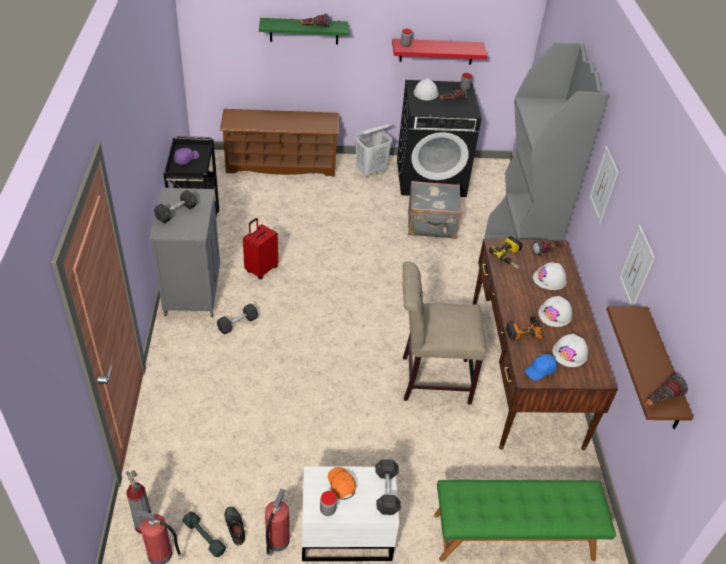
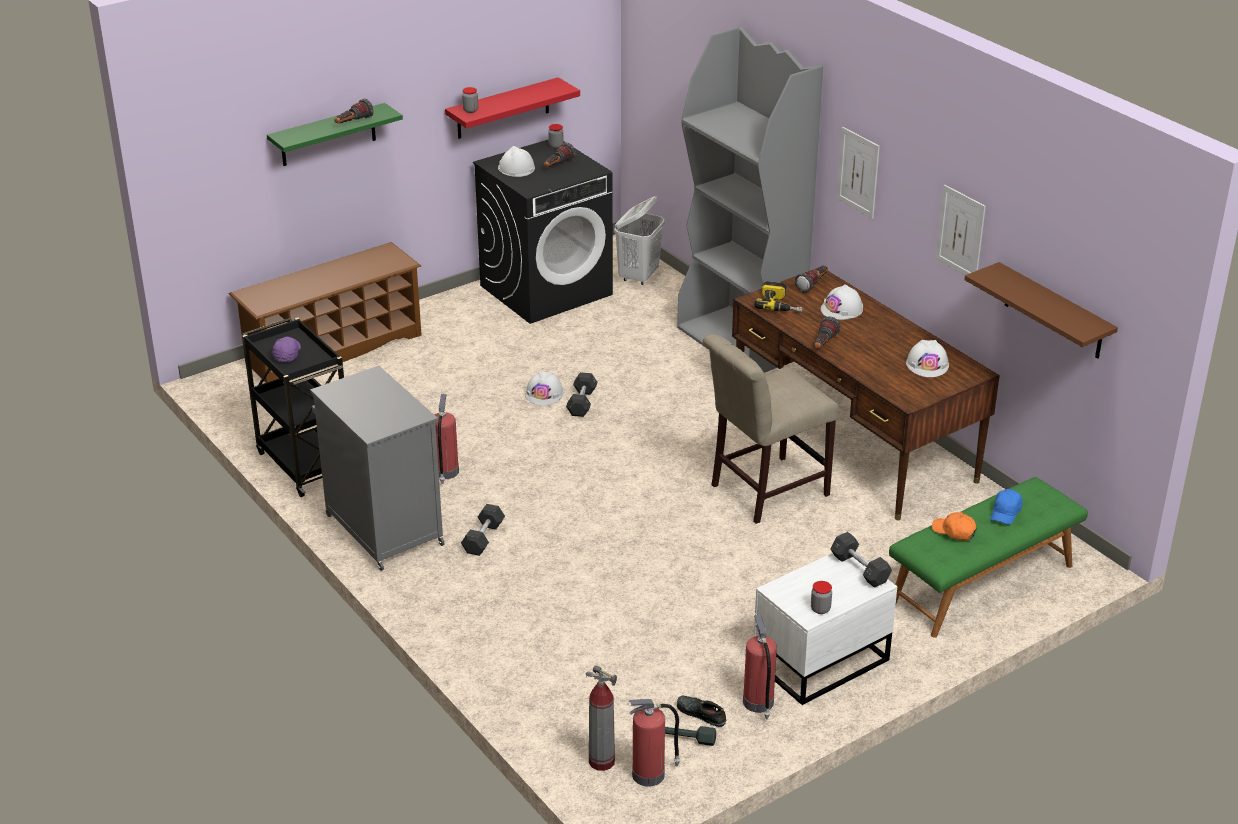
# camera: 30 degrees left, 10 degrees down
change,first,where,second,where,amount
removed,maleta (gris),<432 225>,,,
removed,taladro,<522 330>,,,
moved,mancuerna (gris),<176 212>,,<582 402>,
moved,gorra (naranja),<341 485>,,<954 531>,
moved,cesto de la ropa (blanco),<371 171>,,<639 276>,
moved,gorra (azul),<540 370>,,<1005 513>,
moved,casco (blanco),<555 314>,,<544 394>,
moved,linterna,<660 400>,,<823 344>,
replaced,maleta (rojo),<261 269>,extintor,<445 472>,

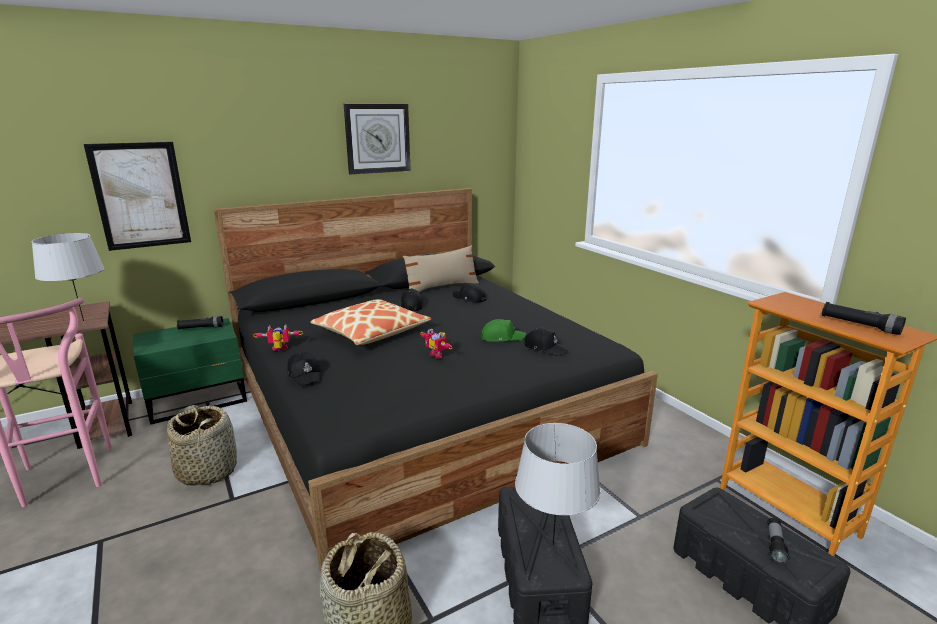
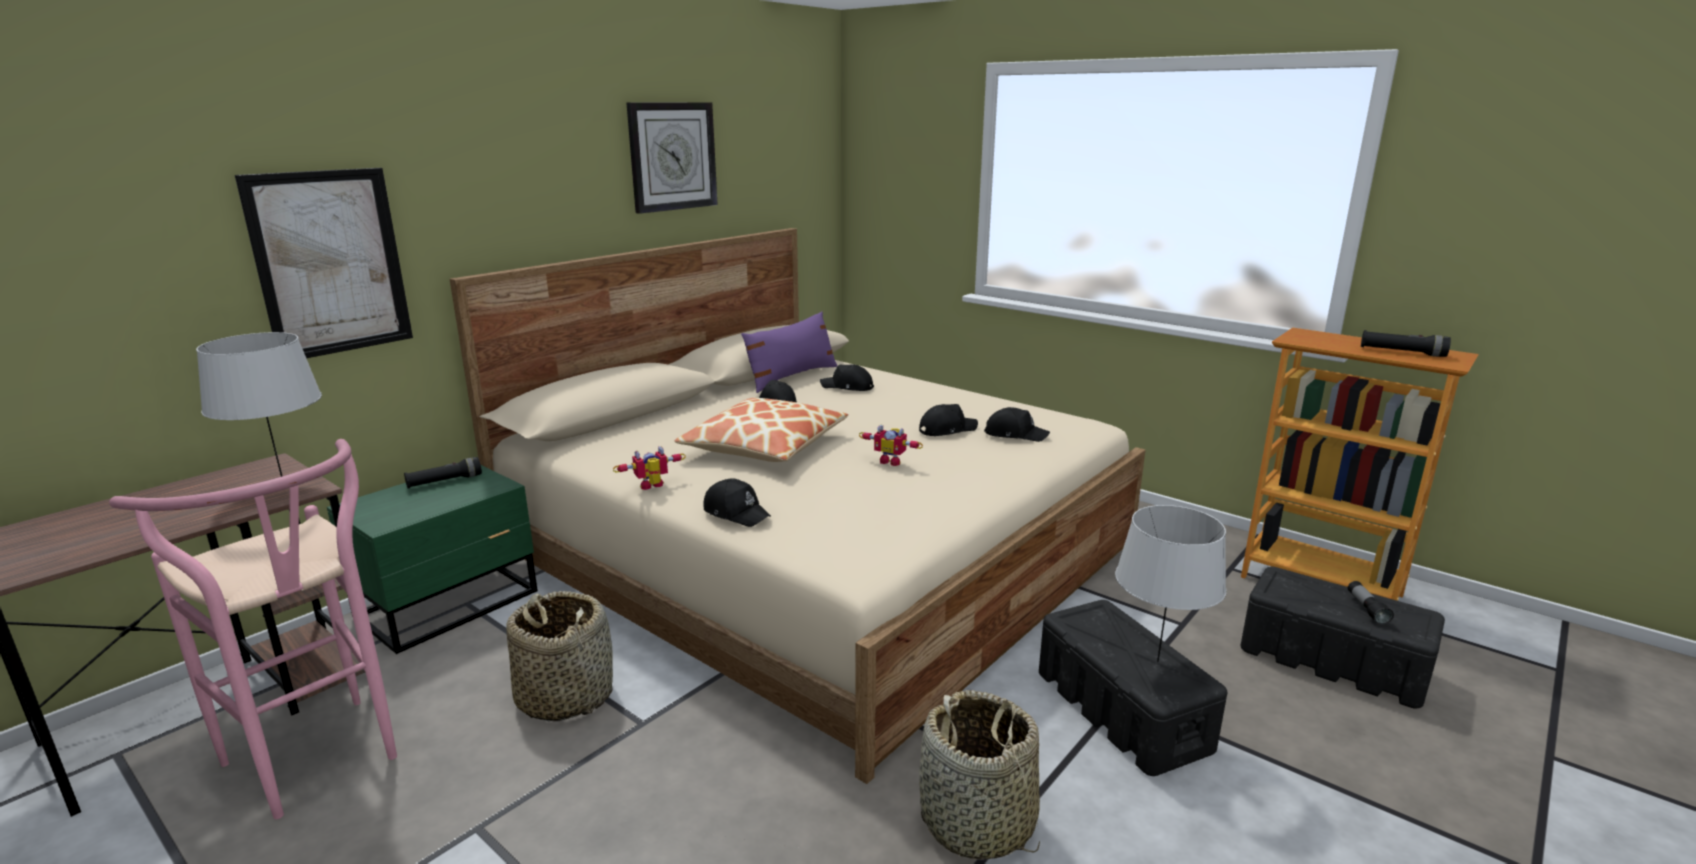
# camera: 20 degrees left, 0 degrees up
change,first,where,second,where,amount
recoloured,cama (negro),<422 407>,cama (beis),<818 552>,
recoloured,cojín (beis),<441 287>,cojín (morado),<791 377>,
recoloured,gorra (verde),<502 337>,gorra (negro),<947 429>,

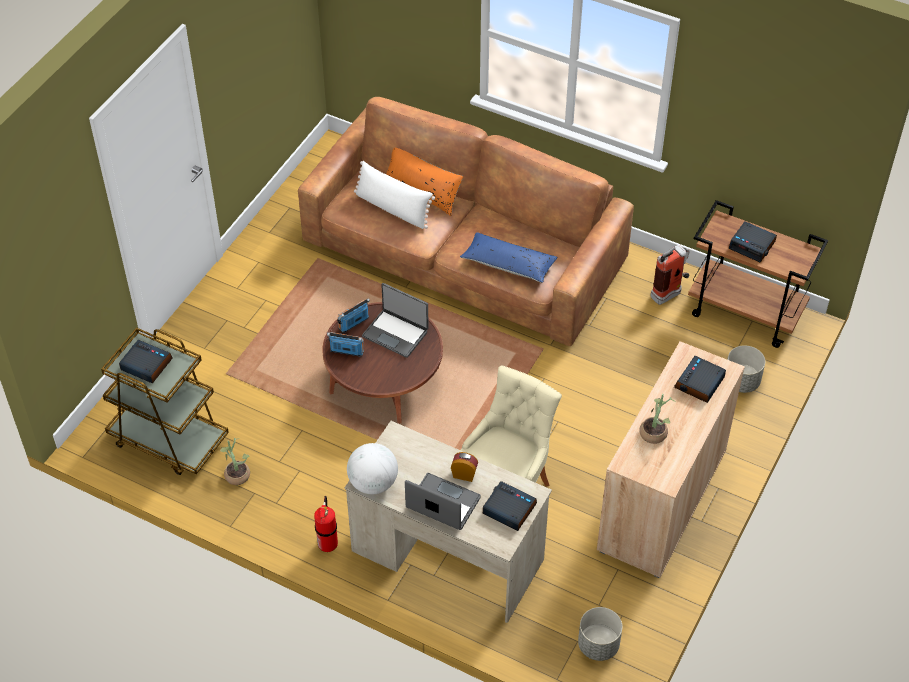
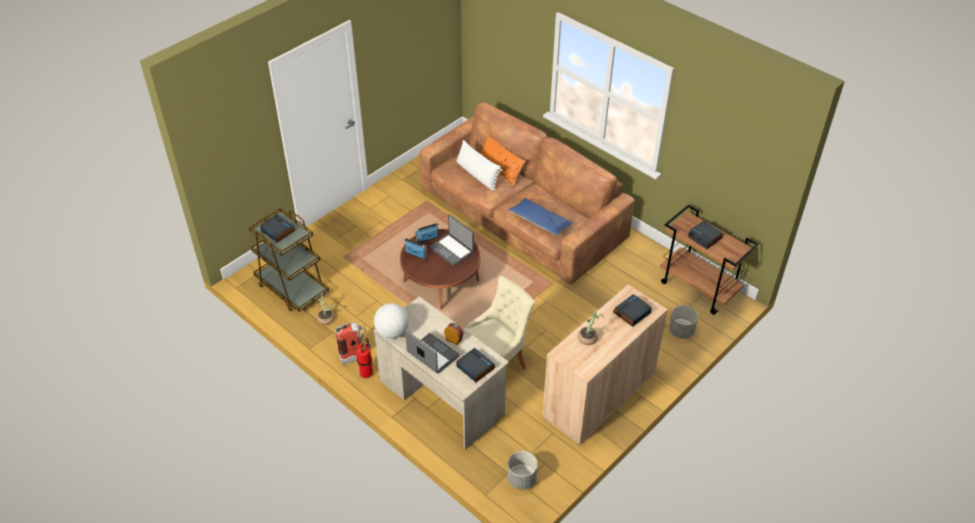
# camera: 15 degrees right, 5 degrees down
change,first,where,second,where,amount
moved,extintor,<670 293>,,<355 357>,

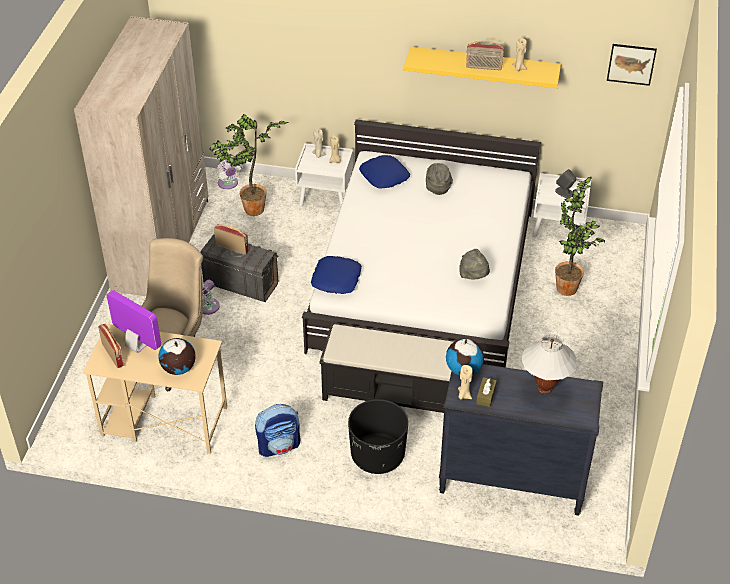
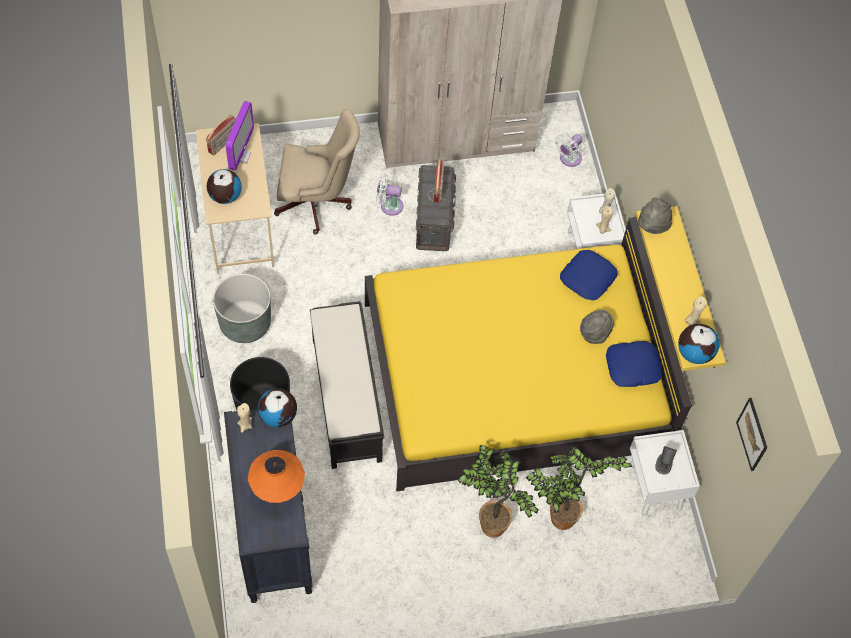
# camera: 65 degrees right, 15 degrees up
change,first,where,second,where,amount
removed,radio,<483 67>,,,
removed,caja de pañuelos (marrón),<486 395>,,,
added,,,globo terráqueo,<694 353>,
moved,planta en maceta,<251 211>,,<489 524>,
moved,cojín (azul),<337 279>,,<632 367>,
moved,sombrero (gris),<474 276>,,<652 226>,
replaced,mochila,<279 446>,maceta (gris),<245 323>,
recoloured,cama (blanco),<424 278>,cama (amarillo),<514 377>,
recoloured,lámpara de mesa (blanco),<544 389>,lámpara de mesa (naranja),<278 494>,

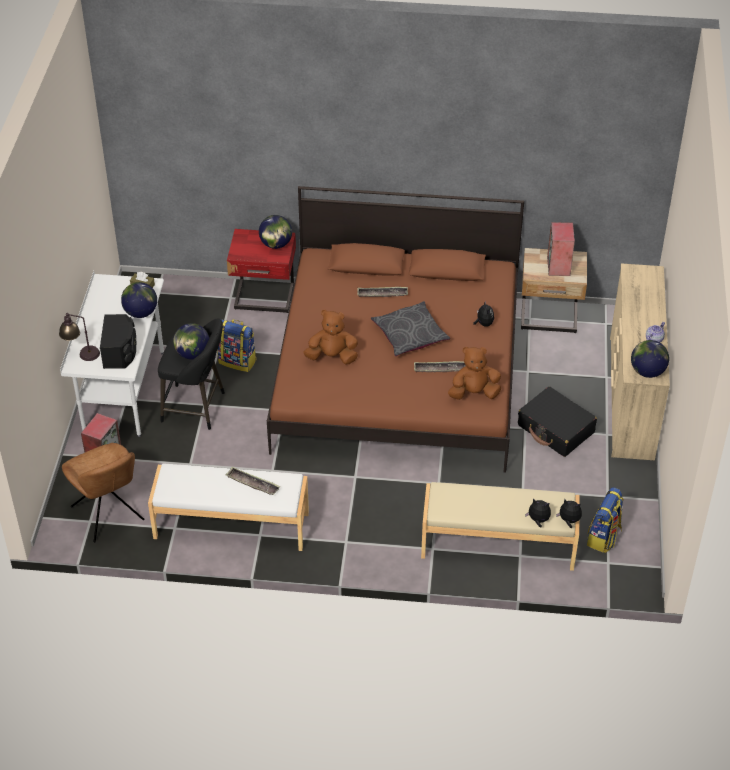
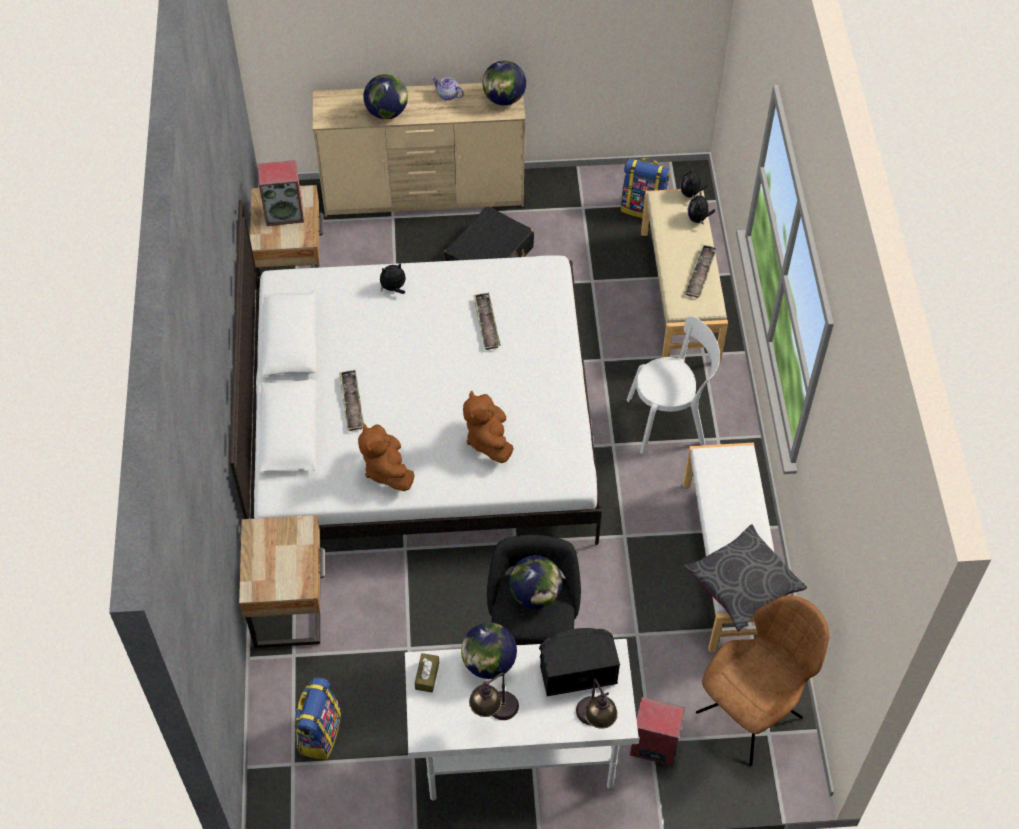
# camera: 100 degrees left, 10 degrees up
change,first,where,second,where,amount
added,,,lámpara de mesa,<494 714>,
added,,,silla (blanco),<670 420>,
moved,mochila,<238 361>,,<319 733>,
moved,bandeja,<252 483>,,<700 273>,
moved,globo terráqueo,<276 244>,,<386 112>,
moved,cojín (gris),<409 335>,,<743 583>,
moved,peluche (marrón),<474 393>,,<387 470>,
recoloured,mesita de noche (rojo),<264 298>,mesita de noche (beis),<291 608>,
recoloured,cama (marrón),<398 373>,cama (blanco),<421 423>,

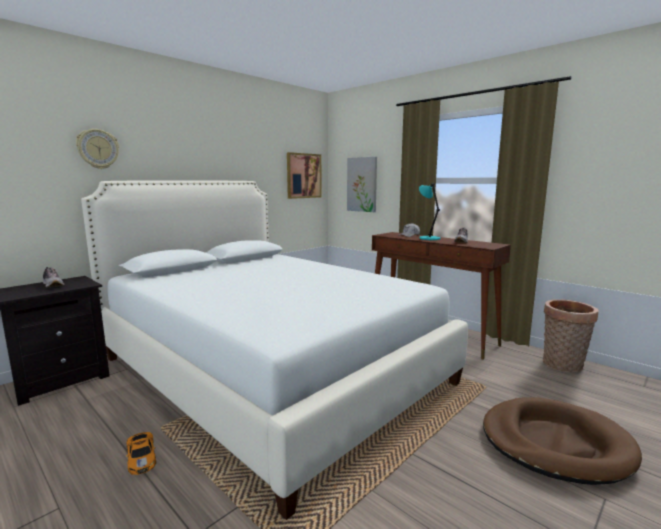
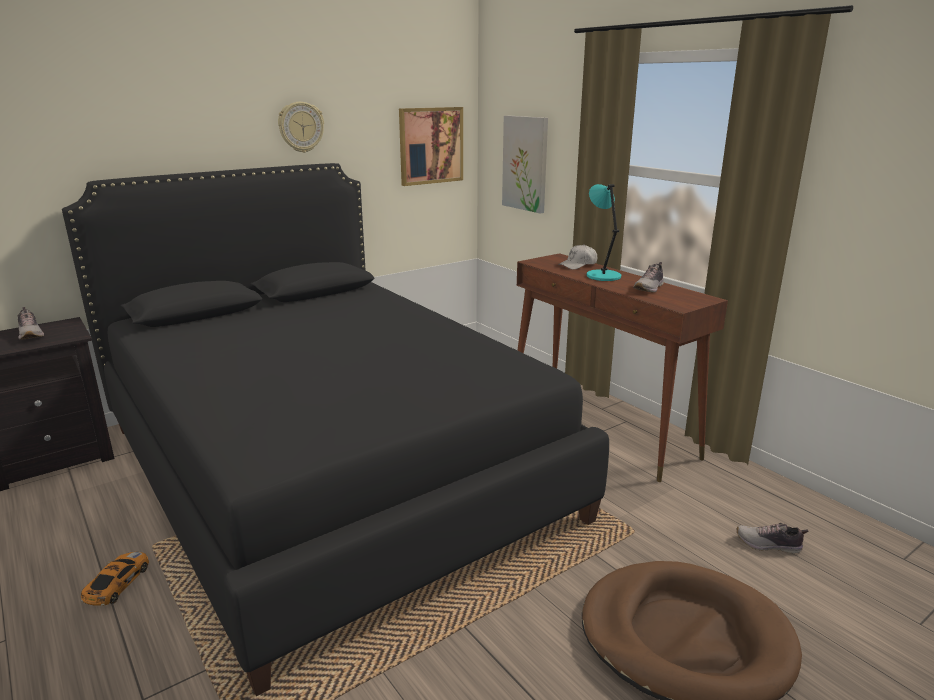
# camera: 10 degrees right, 10 degrees up
change,first,where,second,where,amount
removed,cesta,<563 366>,,,
added,,,zapato,<769 545>,
moved,reloj de pared,<98 149>,,<301 127>,
recoloured,cama (blanco),<271 370>,cama (negro),<329 469>,
turned,coche de juguete,<141 456>,,<117 584>,150 degrees counterclockwise

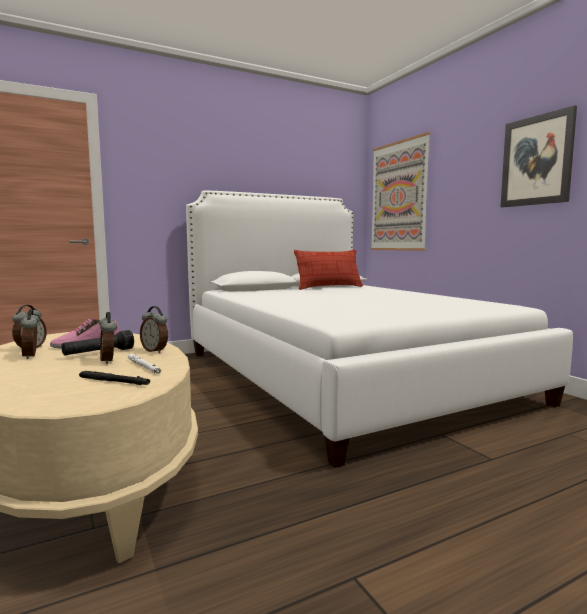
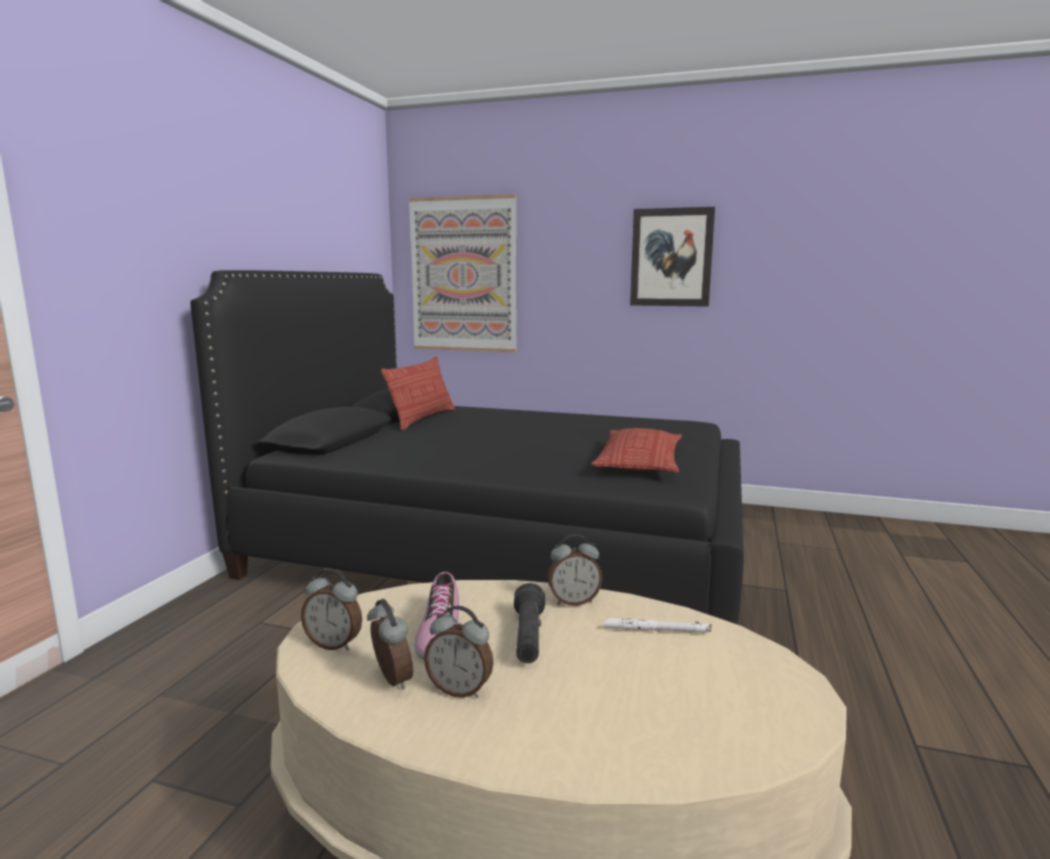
# camera: 45 degrees left, 5 degrees up
change,first,where,second,where,amount
removed,linterna (negro),<114 382>,,,
added,,,cojín,<639 461>,
moved,despertador,<109 360>,,<334 644>,
recoloured,cama (blanco),<341 375>,cama (negro),<506 543>,

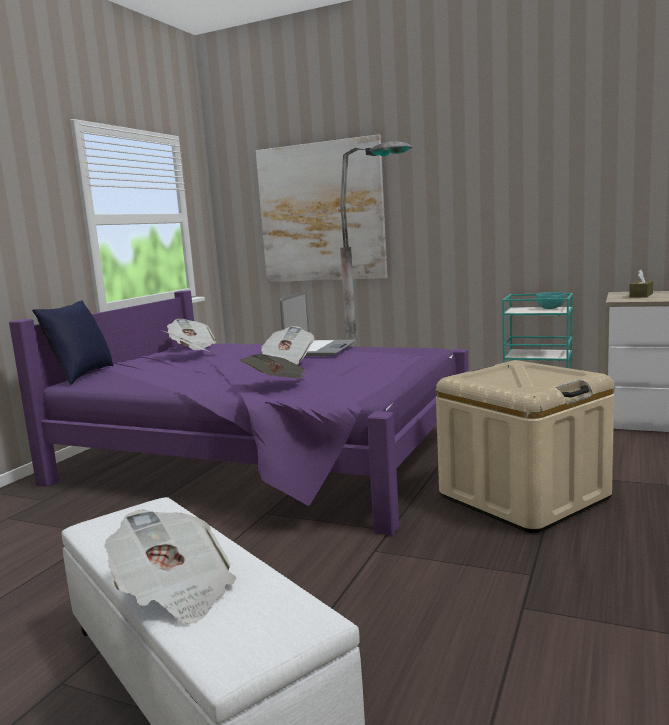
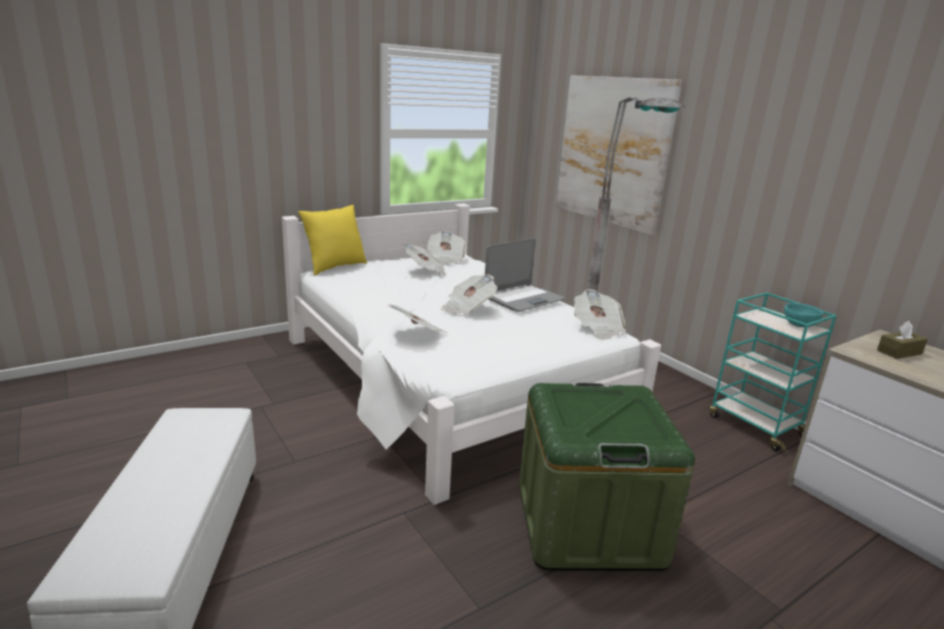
# camera: 30 degrees right, 10 degrees up
change,first,where,second,where,amount
moved,periódico,<175 593>,,<597 328>,
recoloured,cama (morado),<266 457>,cama (blanco),<449 379>,
recoloured,cojín (azul),<81 376>,cojín (amarillo),<335 267>,
recoloured,caja de almacenaje (beis),<523 497>,caja de almacenaje (verde),<588 524>,

